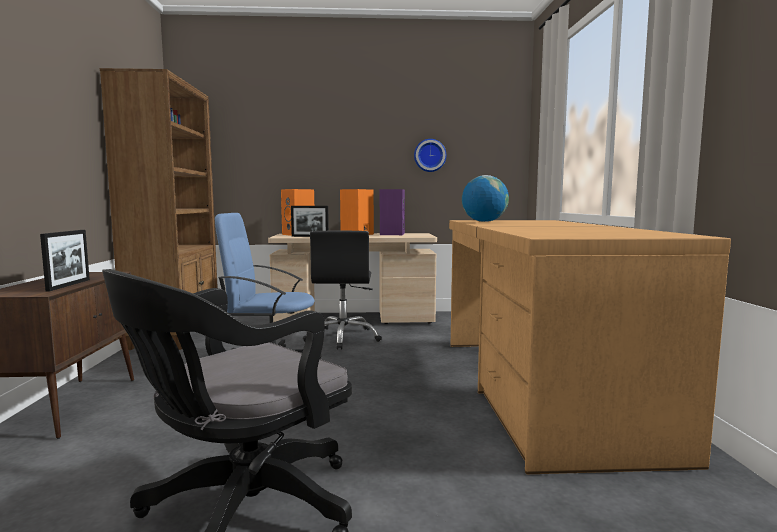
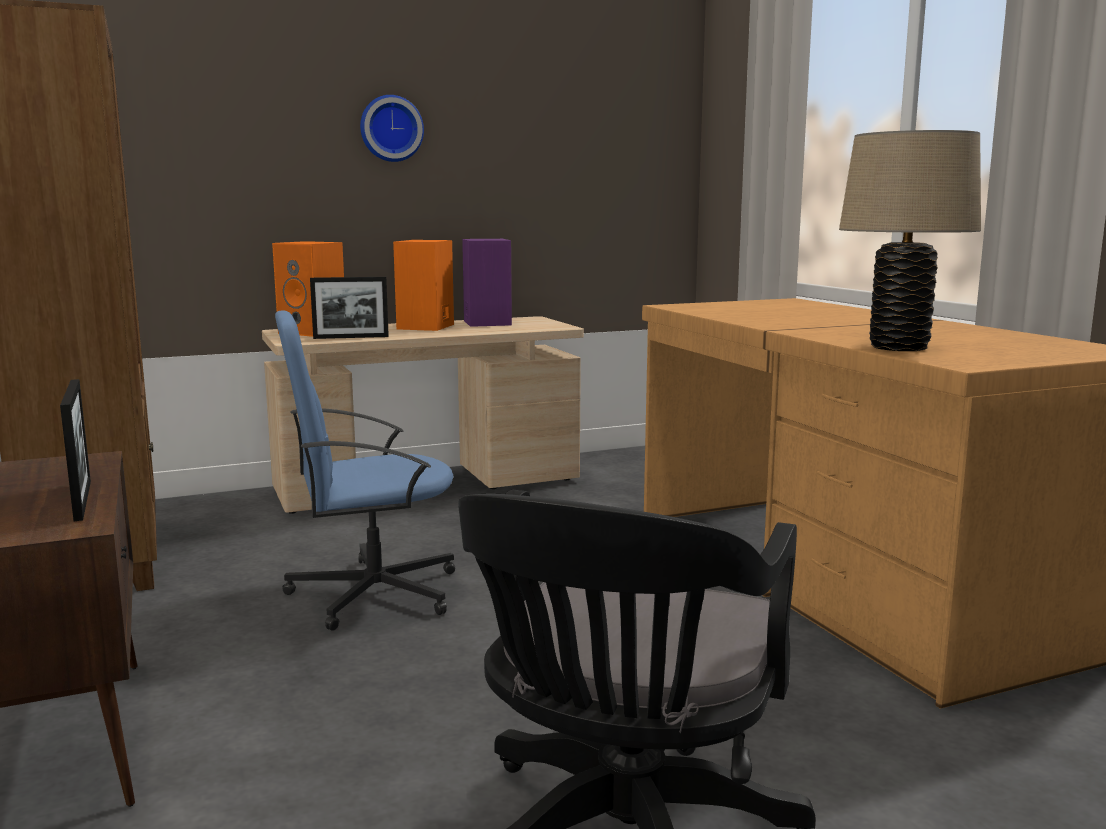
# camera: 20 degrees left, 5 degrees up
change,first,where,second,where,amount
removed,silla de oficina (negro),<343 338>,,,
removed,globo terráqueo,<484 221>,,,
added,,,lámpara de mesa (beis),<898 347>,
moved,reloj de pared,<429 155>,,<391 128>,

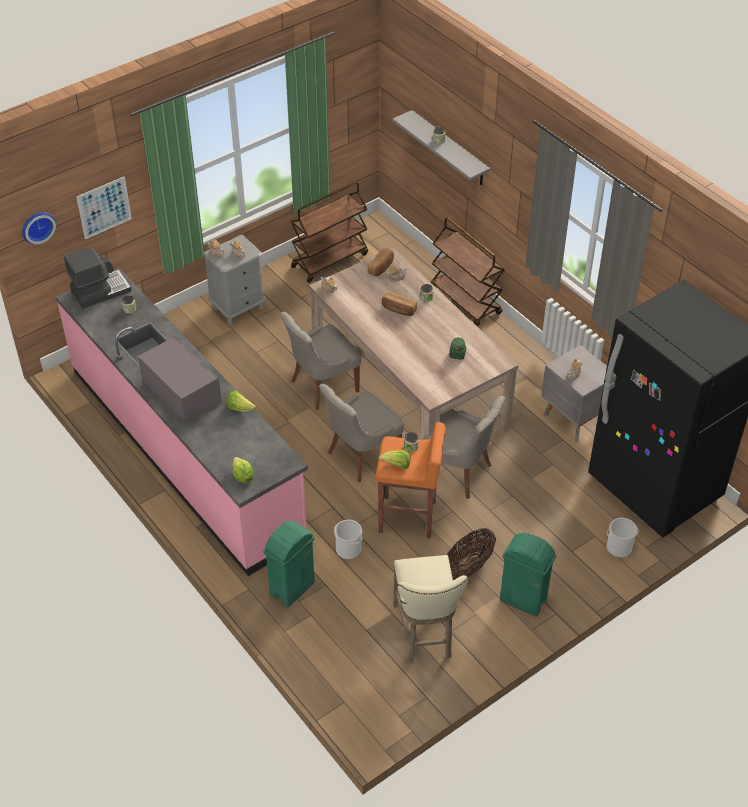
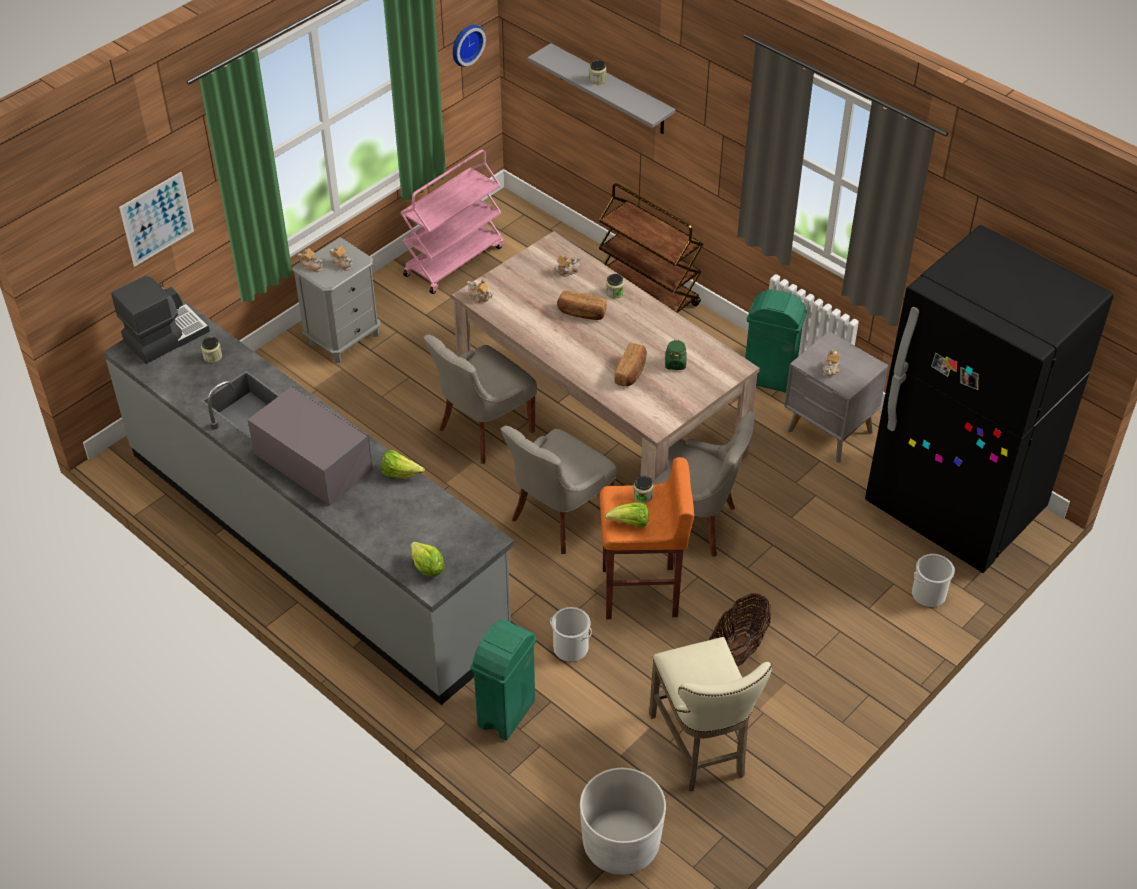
# camera: 10 degrees left, 0 degrees up
change,first,where,second,where,amount
added,,,maceta (blanco),<621 844>,
moved,reloj de pared,<37 226>,,<465 43>,
moved,pan,<381 267>,,<631 372>,
moved,papelera (verde),<523 600>,,<769 379>,
recoloured,mueble bajo de cocina (rosa),<185 451>,mueble bajo de cocina (gris),<315 544>,
recoloured,carrito (marrón),<330 260>,carrito (rosa),<454 260>,

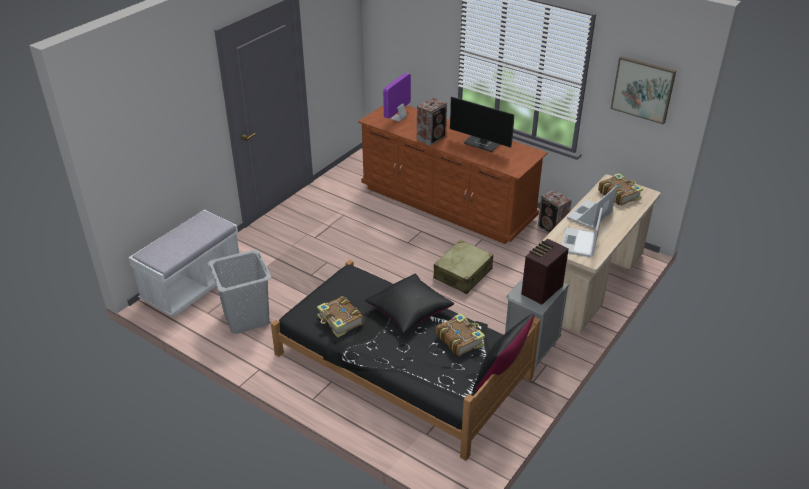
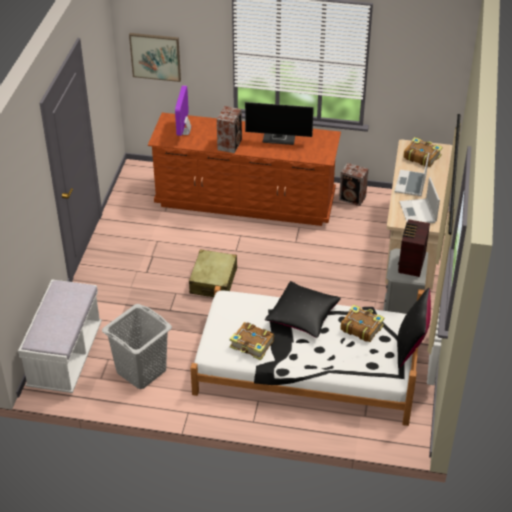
# camera: 25 degrees left, 5 degrees up
change,first,where,second,where,amount
moved,maleta (beis),<463 274>,,<213 281>,
moved,cuadro,<643 89>,,<155 56>,
recoloured,cama (negro),<402 365>,cama (blanco),<307 366>,

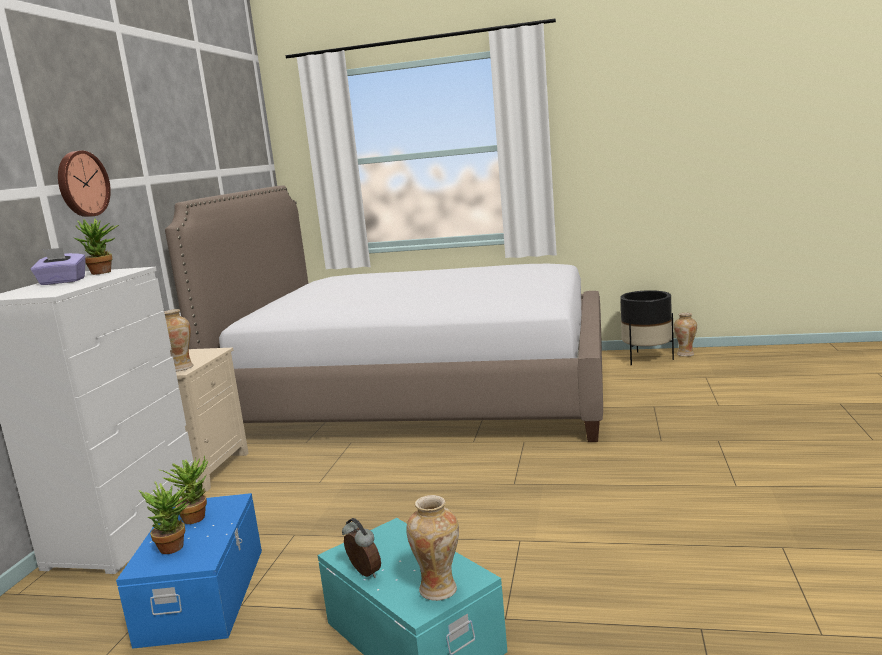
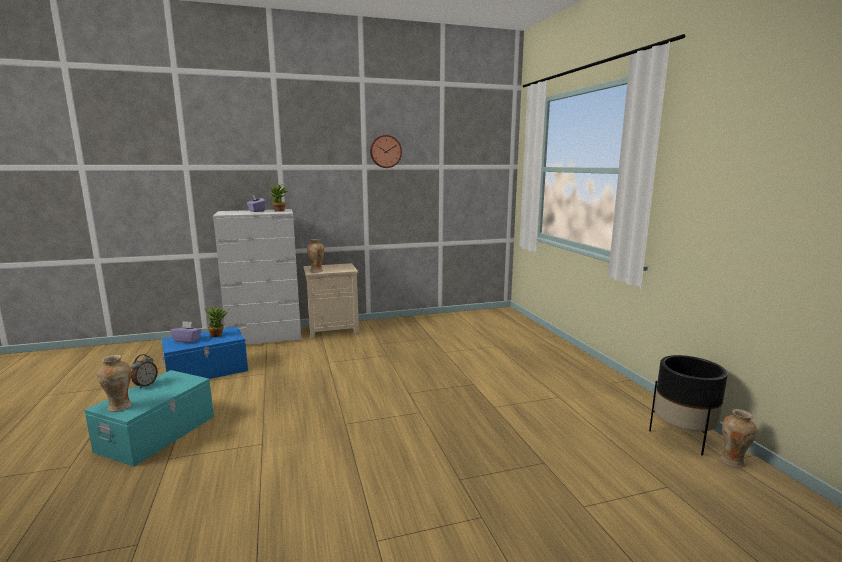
# camera: 60 degrees right, 0 degrees up
change,first,where,second,where,amount
removed,cama,<423 393>,,,
moved,reloj de pared,<81 184>,,<385 151>,
replaced,planta en maceta,<177 547>,caja de pañuelos (morado),<187 340>,

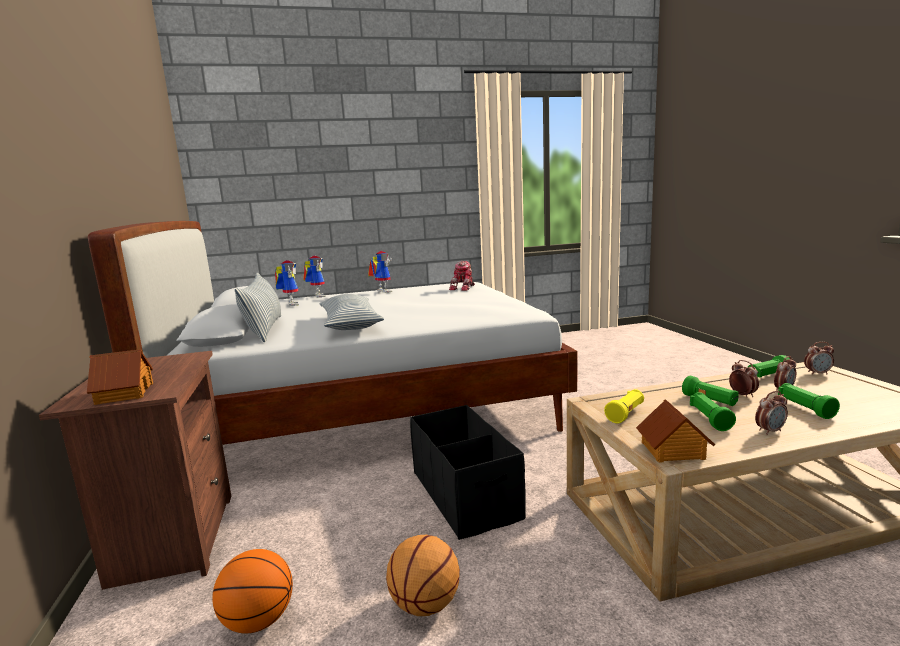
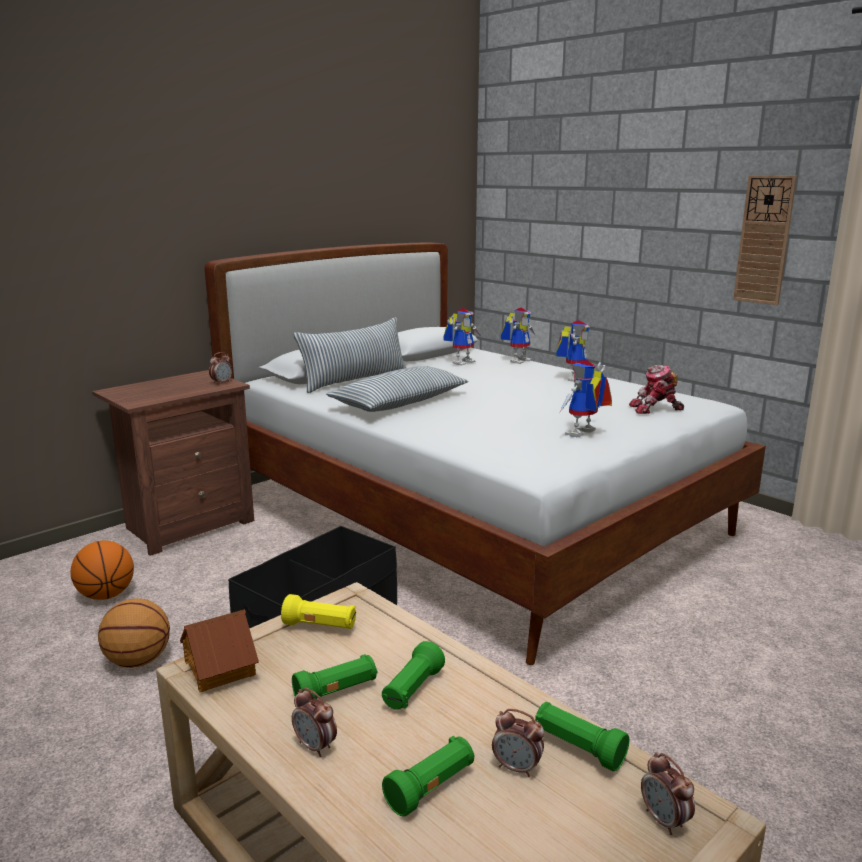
# camera: 60 degrees right, 5 degrees up
change,first,where,second,where,amount
removed,casita,<124 393>,,,
added,,,robot de juguete,<583 434>,
added,,,reloj de pared,<764 240>,
moved,despertador,<742 395>,,<221 383>,

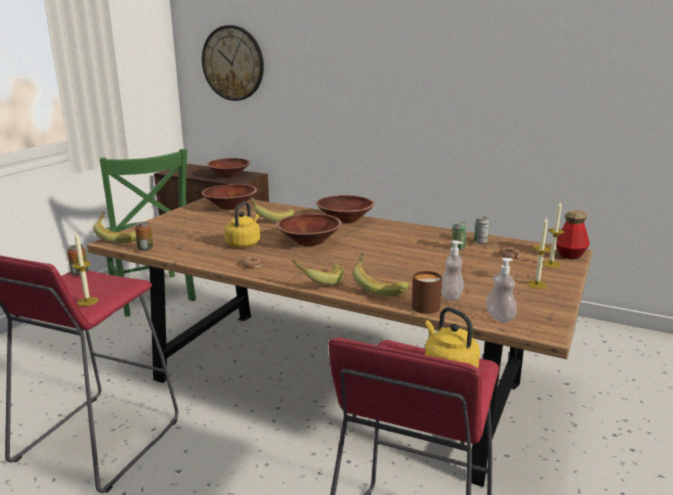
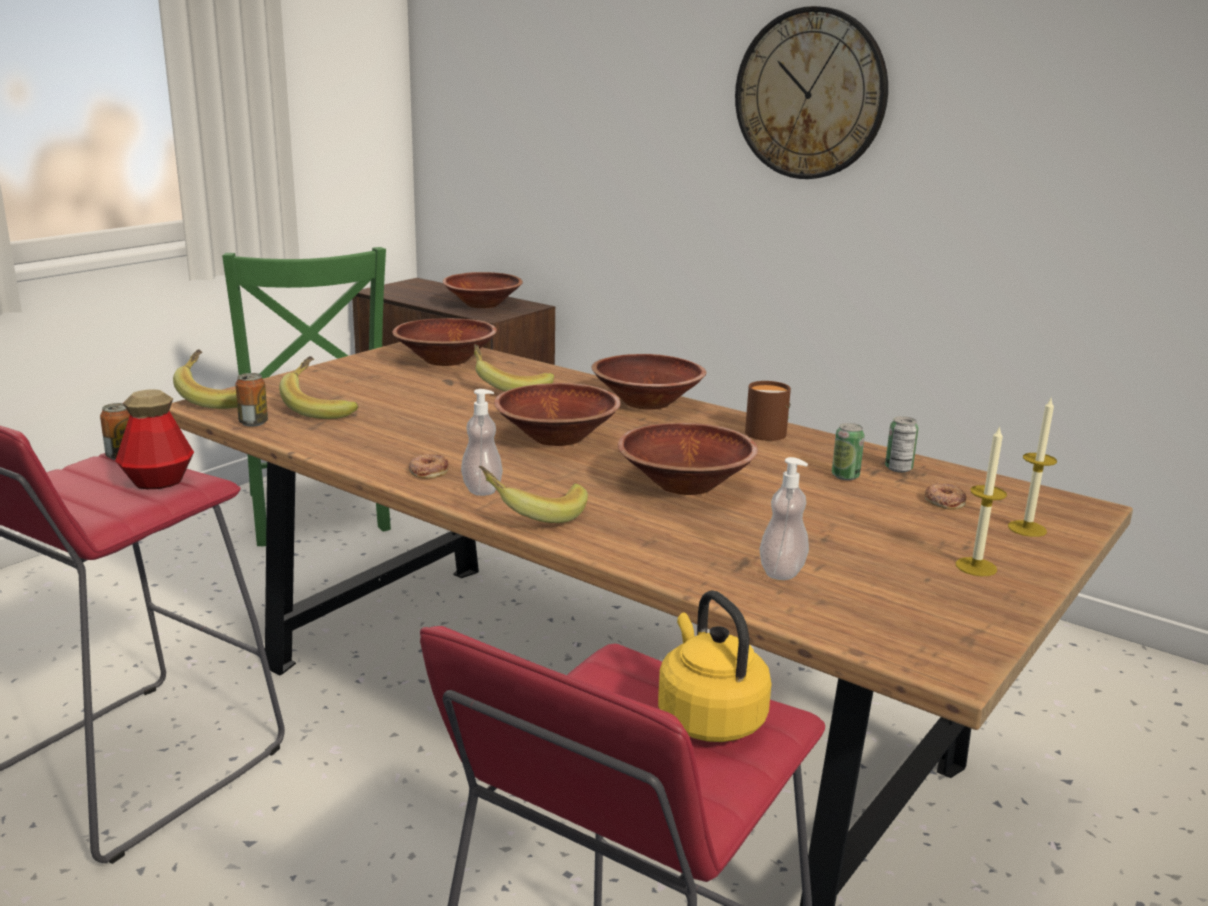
# camera: 10 degrees right, 0 degrees up
change,first,where,second,where,amount
removed,vela,<87 301>,,,
removed,hervidor (amarillo),<244 243>,,,
added,,,cuenco (marrón),<685 485>,
moved,reloj de pared,<233 63>,,<810 94>,
moved,plátano,<378 287>,,<322 408>,
moved,taza grande (marrón),<425 305>,,<765 431>,
moved,dispensador de jabón,<499 317>,,<482 489>,
moved,botella,<570 255>,,<158 482>,

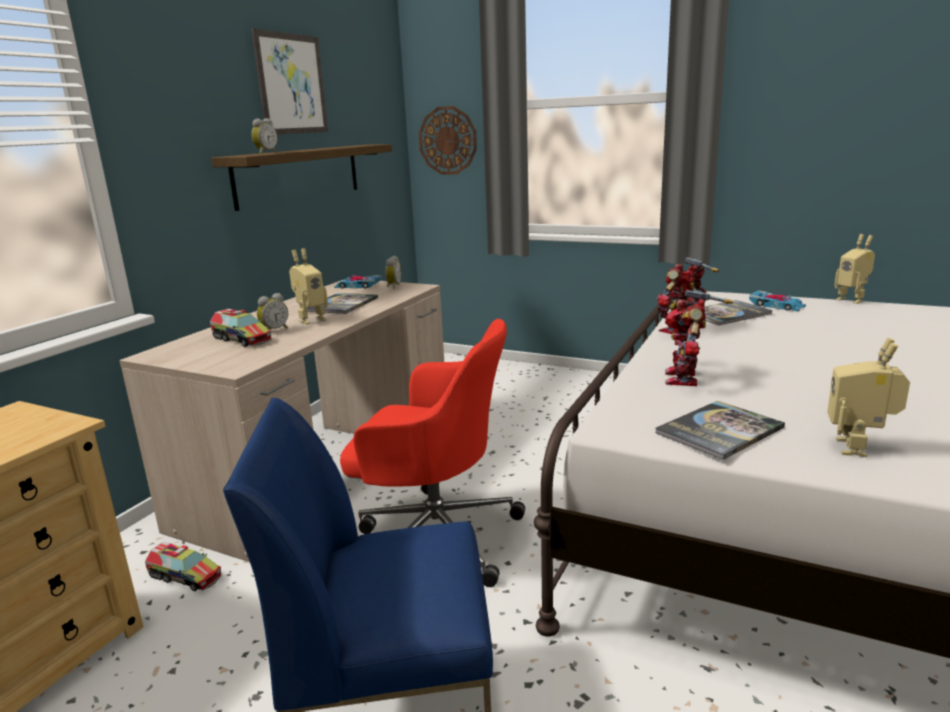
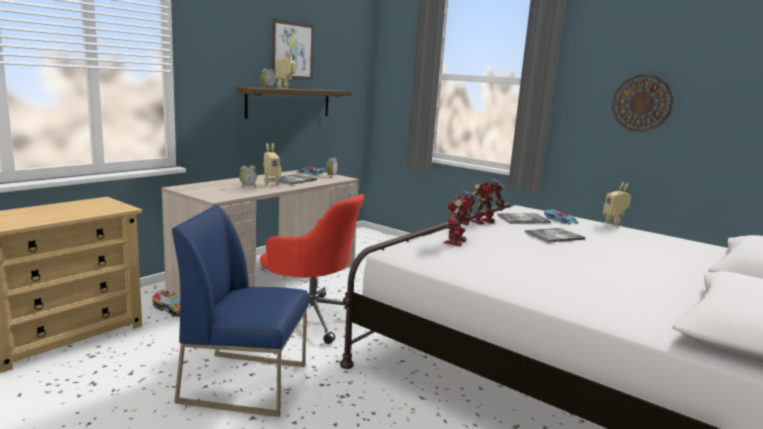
# camera: 10 degrees right, 5 degrees down
change,first,where,second,where,amount
removed,camión de juguete,<242 339>,,,
moved,reloj de pared,<448 140>,,<642 103>,
moved,libro,<719 431>,,<554 236>,
moved,robot de juguete,<858 448>,,<284 88>,

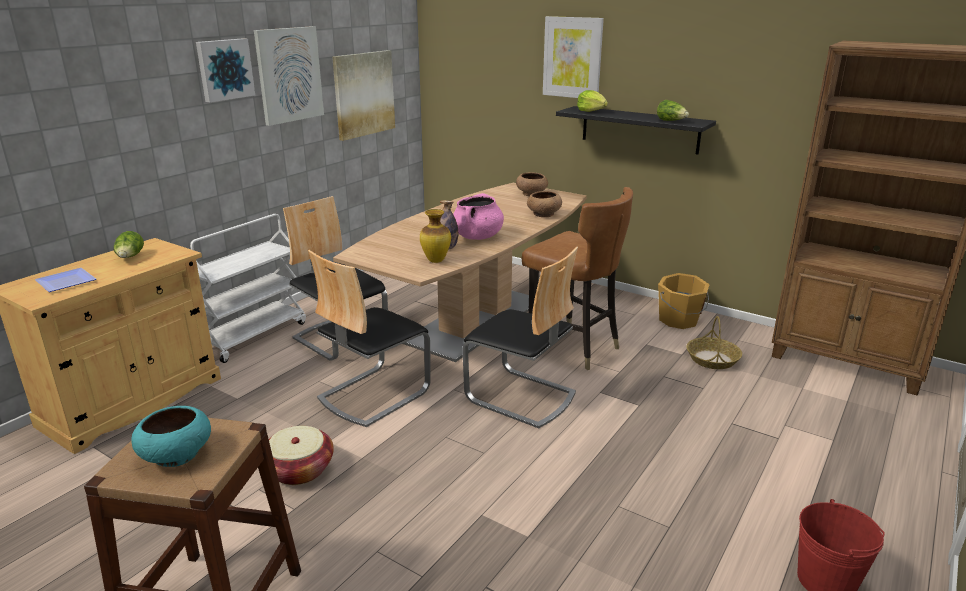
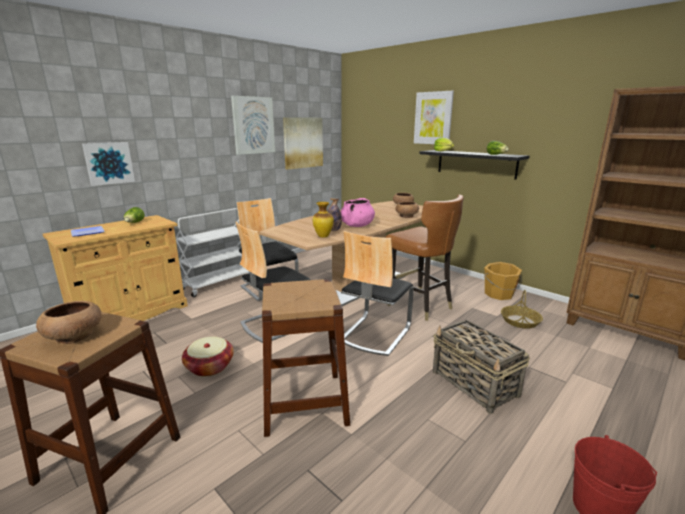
# camera: 10 degrees right, 5 degrees down
change,first,where,second,where,amount
added,,,taburete (marrón),<304 402>,
added,,,cesta,<475 384>,
moved,cuadro,<224 69>,,<108 163>,
recoloured,cuenco (turquesa),<176 455>,cuenco (marrón),<74 336>,
turned,silla,<521 396>,,<374 334>,75 degrees clockwise

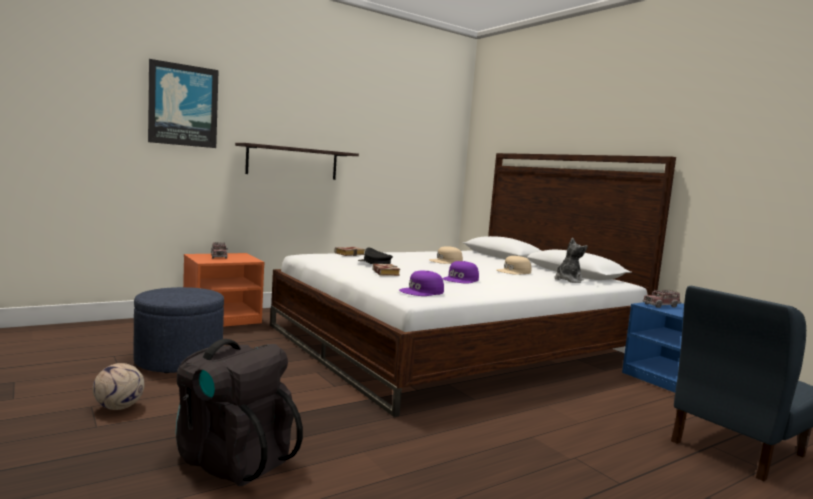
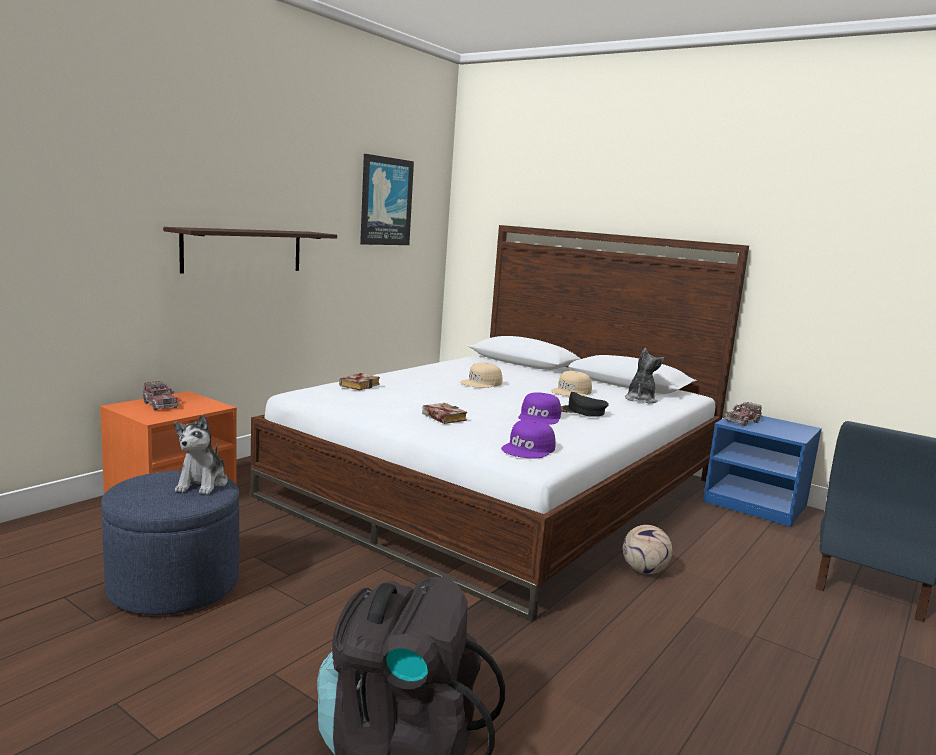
# camera: 20 degrees left, 5 degrees up
change,first,where,second,where,amount
added,,,peluche,<202 484>,
moved,balón de fútbol,<118 407>,,<643 570>,
moved,cuadro,<183 105>,,<385 201>,
moved,gorra (negro),<374 262>,,<582 412>,

